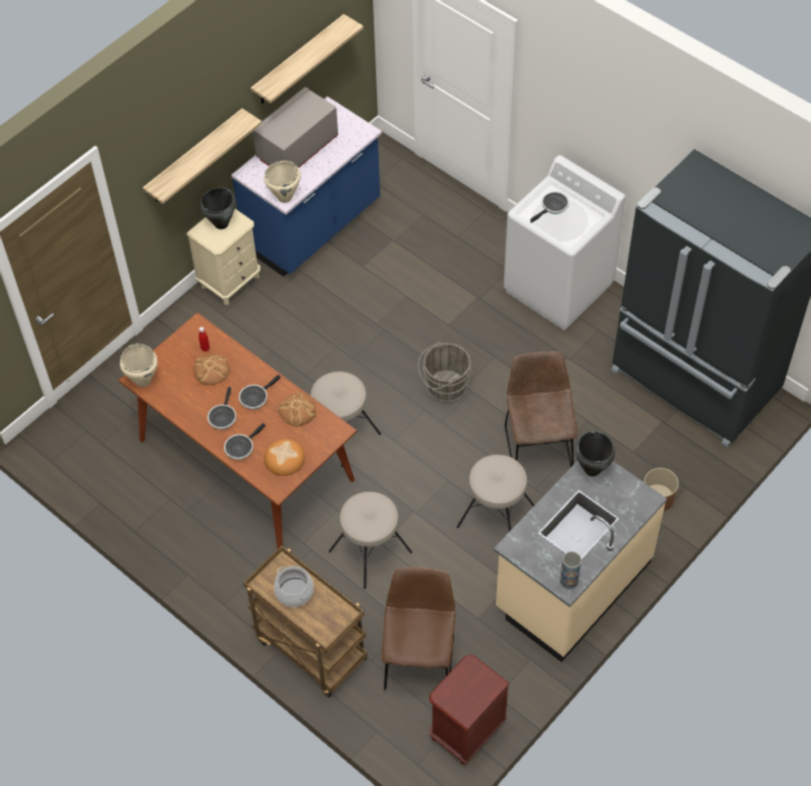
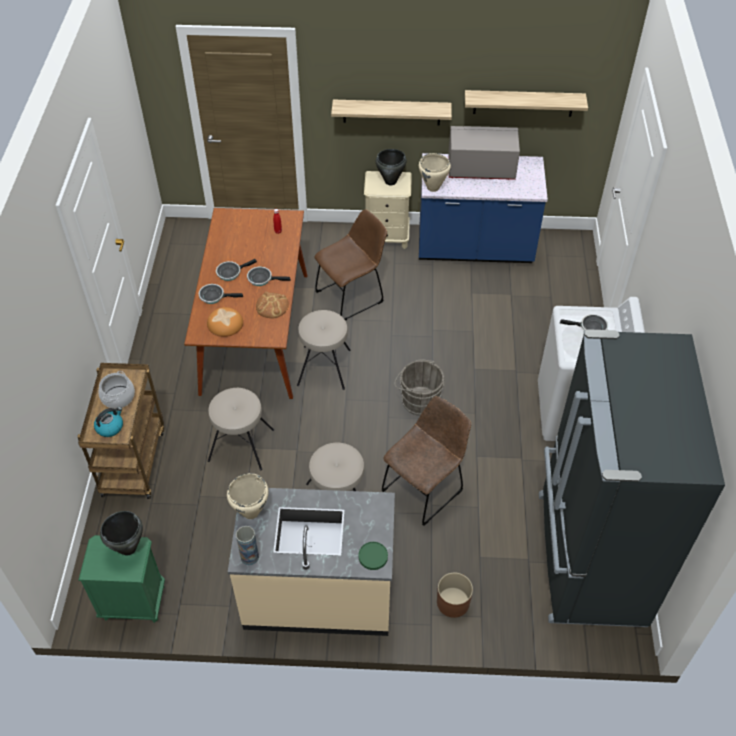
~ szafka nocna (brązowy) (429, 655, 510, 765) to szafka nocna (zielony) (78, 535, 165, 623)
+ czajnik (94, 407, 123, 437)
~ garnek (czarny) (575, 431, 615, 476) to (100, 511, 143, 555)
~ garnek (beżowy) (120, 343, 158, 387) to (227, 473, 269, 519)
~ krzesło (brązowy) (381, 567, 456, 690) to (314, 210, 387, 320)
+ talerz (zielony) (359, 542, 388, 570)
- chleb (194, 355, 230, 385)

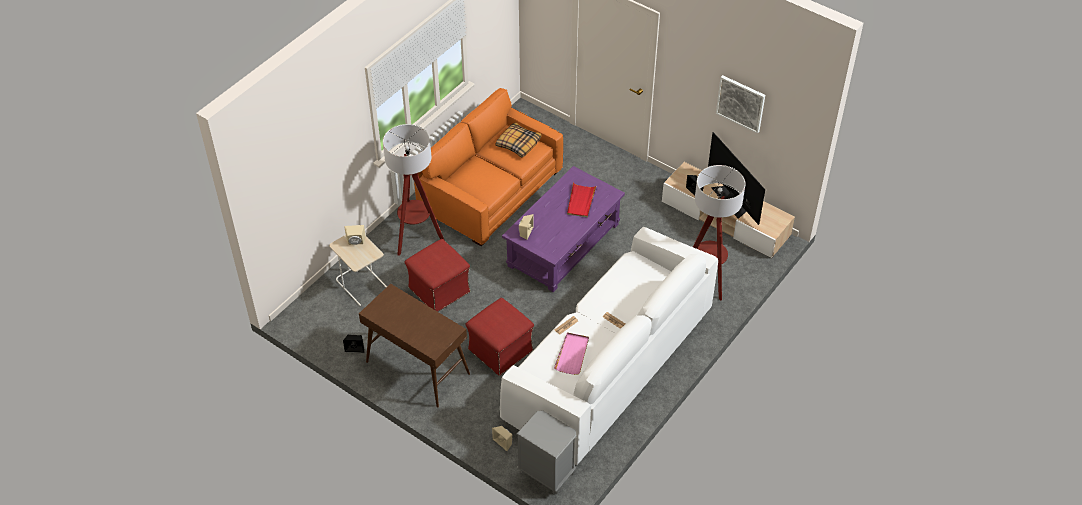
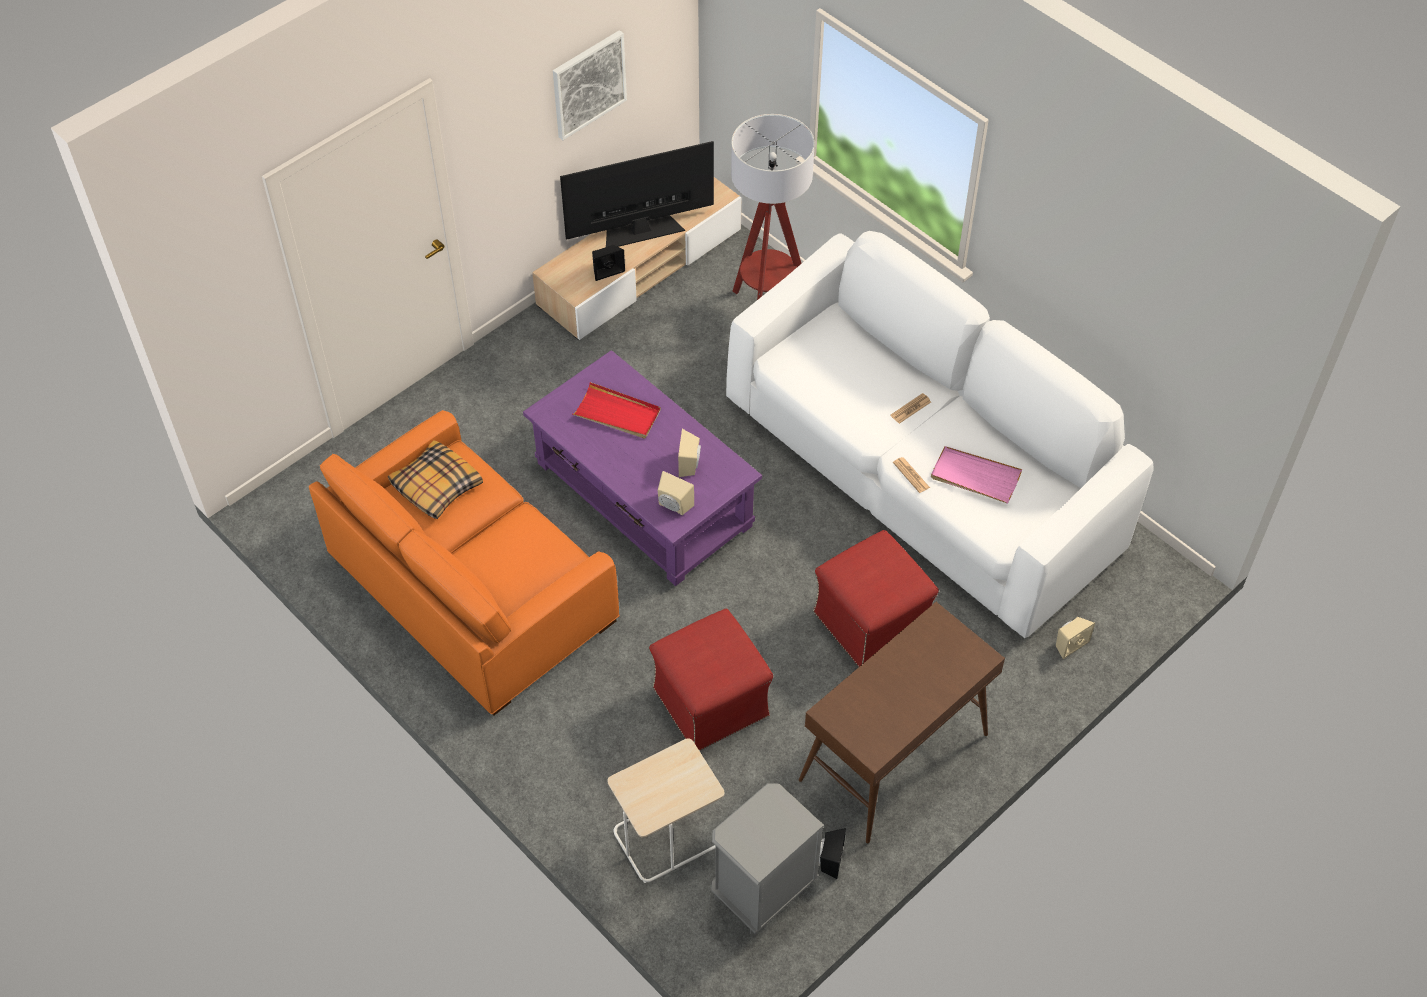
~ głośnik (beżowy) (344, 225, 366, 245) to (678, 429, 701, 477)
~ szafka nocna (szary) (517, 410, 577, 495) to (711, 783, 824, 934)
- lampa stojąca (383, 124, 445, 256)

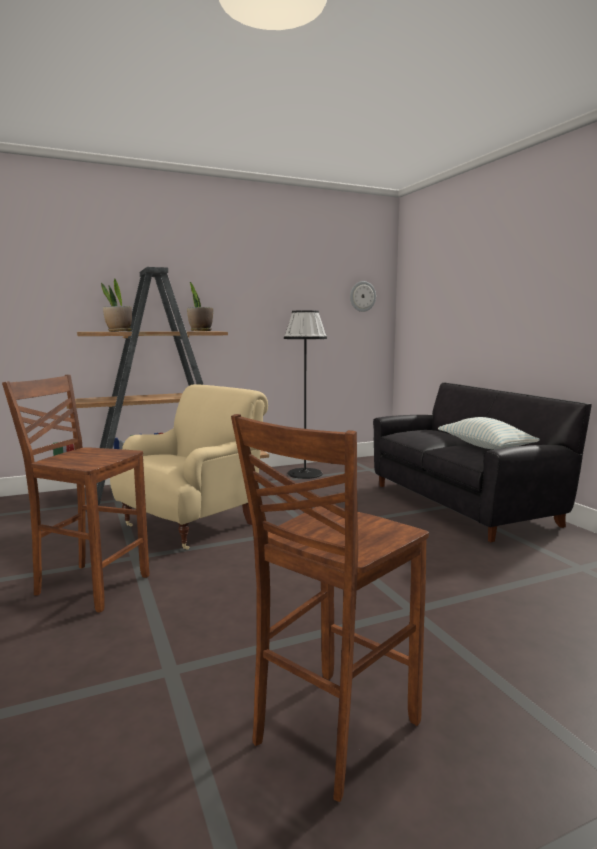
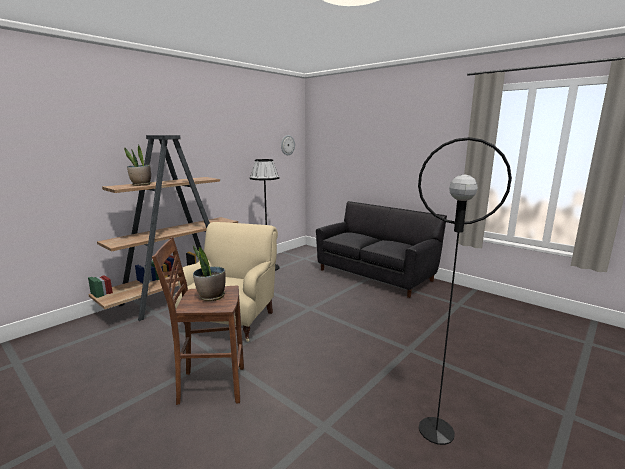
~ roślina doniczkowa (187, 282, 213, 331) to (193, 245, 226, 301)
~ stołek (brązowy) (231, 414, 429, 802) to lampa stojąca (czarny) (418, 137, 512, 445)
- poduszka (438, 417, 540, 450)

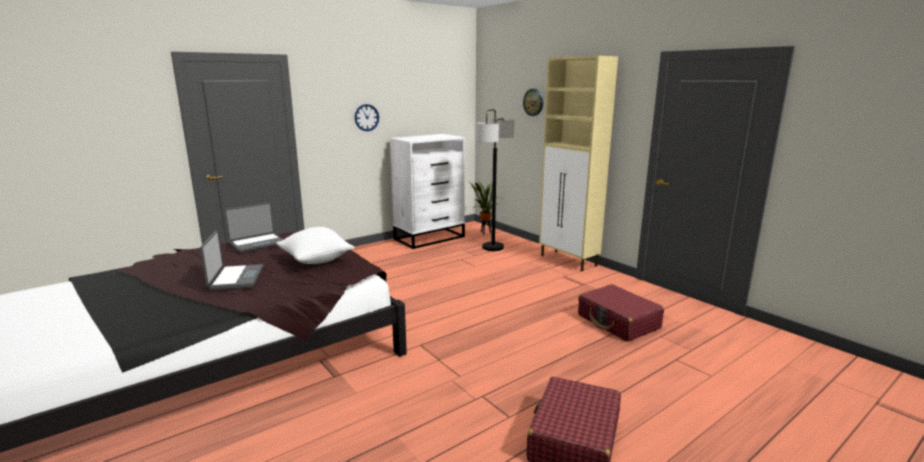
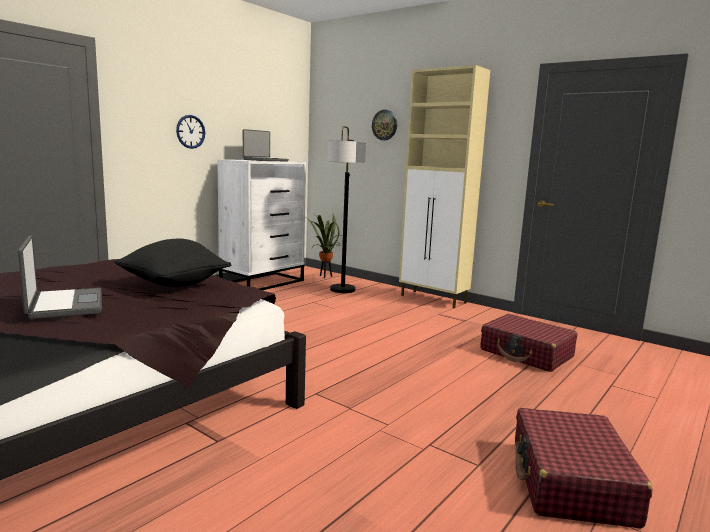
~ poduszka (biały) (276, 227, 354, 264) to poduszka (czarny) (114, 239, 232, 287)
~ laptop (225, 203, 284, 253) to (243, 129, 289, 161)

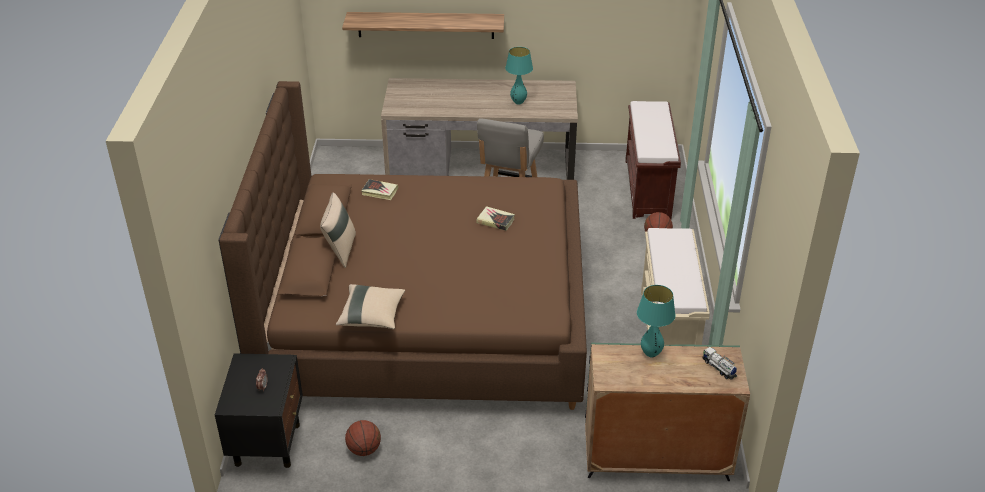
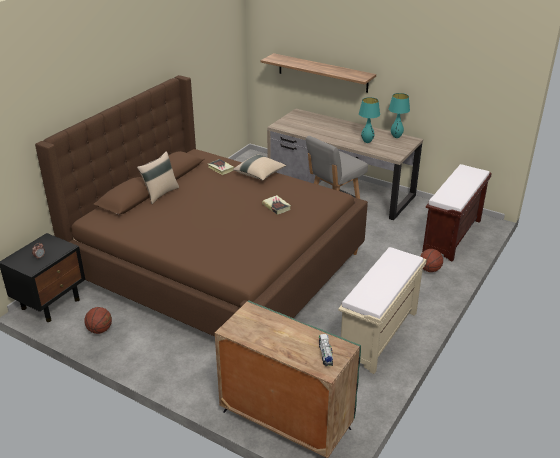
~ poduszka (beżowy) (336, 284, 405, 329) to (233, 155, 286, 181)
~ lampa stołowa (turkusowy) (637, 285, 676, 357) to (389, 93, 410, 138)

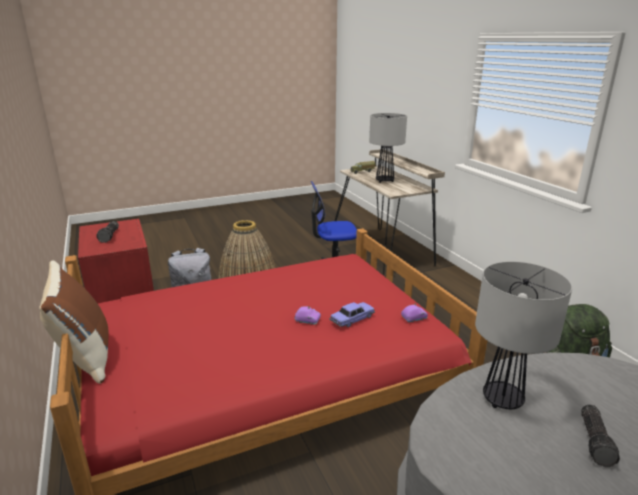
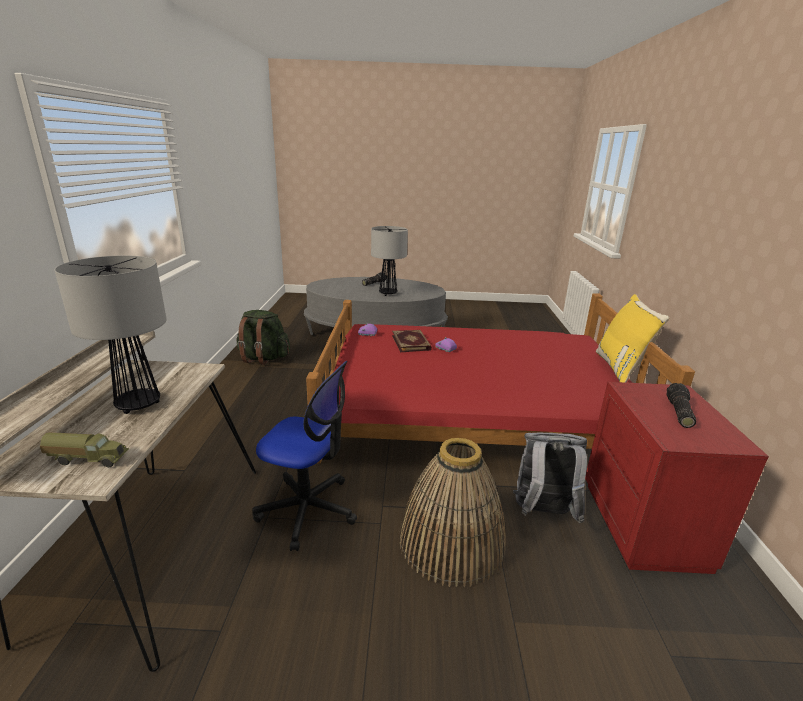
~ samochodzik (329, 302, 375, 327) to książka (392, 330, 432, 352)
~ poduszka (brązowy) (39, 260, 109, 384) to poduszka (żółty) (596, 294, 669, 382)

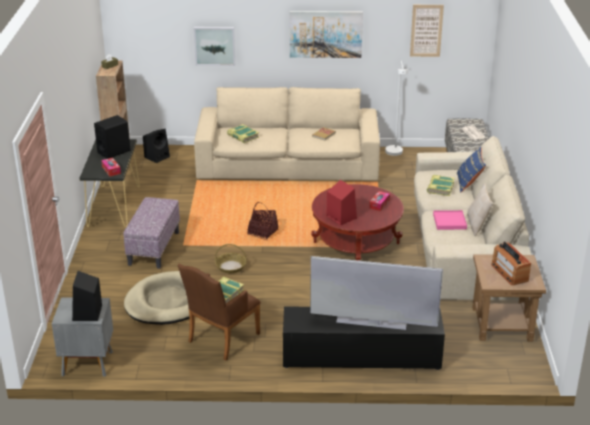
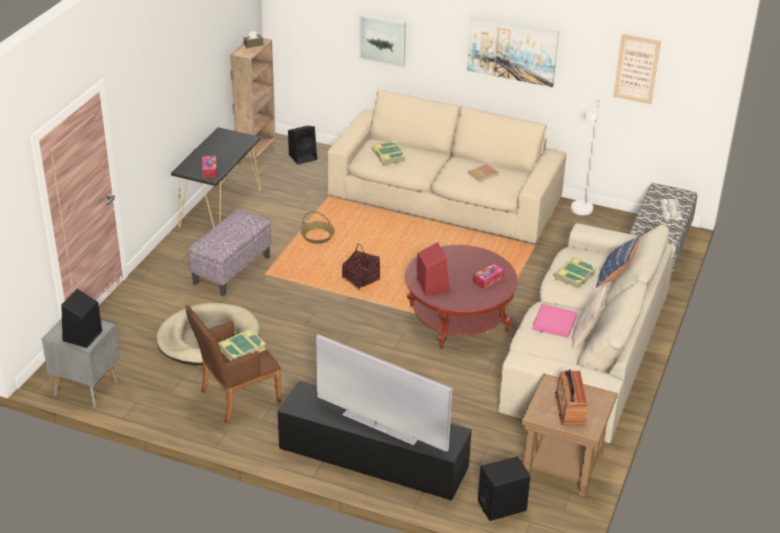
~ koszyk (215, 244, 247, 273) to (301, 211, 335, 244)
~ głośnik (czarny) (94, 115, 130, 159) to (478, 456, 530, 521)

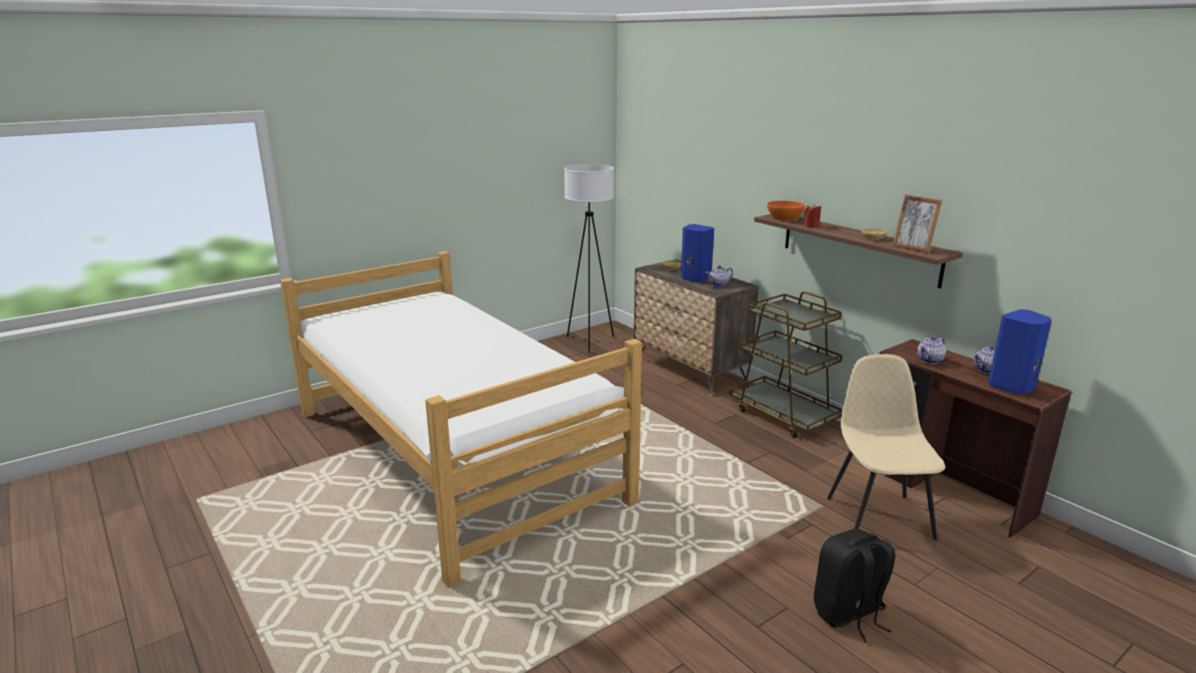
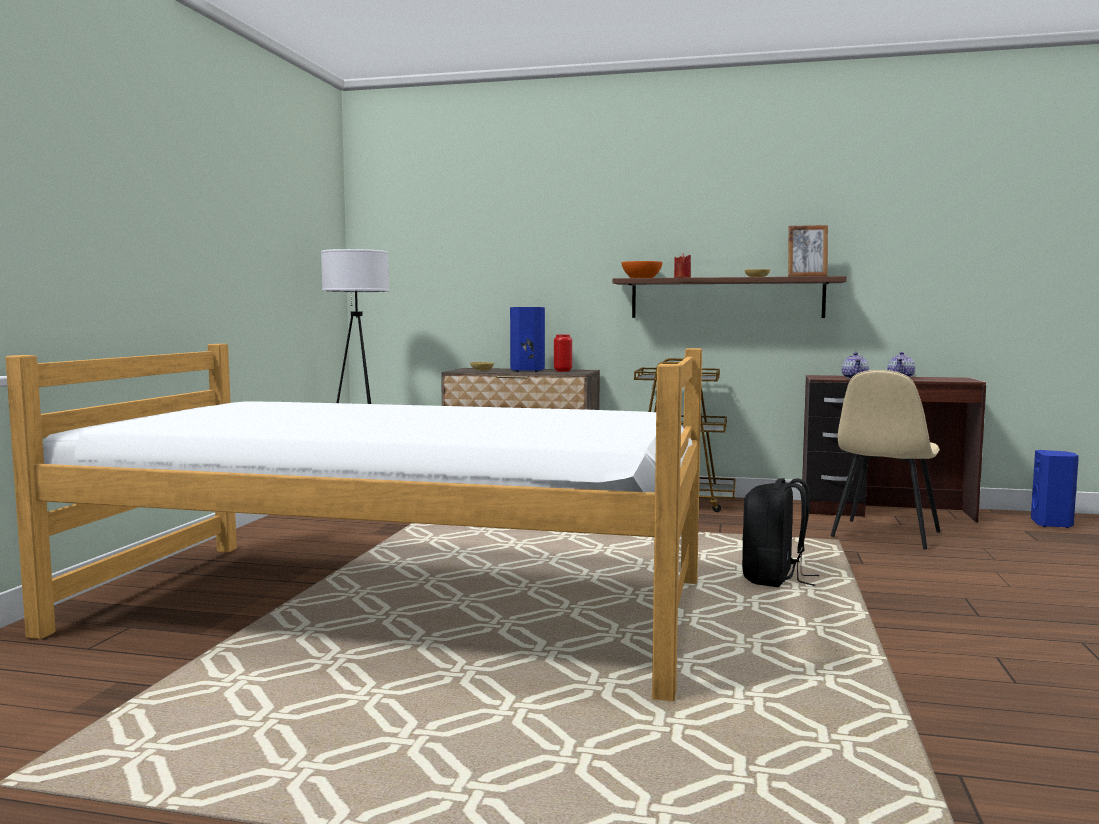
~ imbryk (705, 265, 733, 287) to wazon (czerwony) (554, 334, 572, 372)
~ plecak (czarny) (814, 529, 895, 643) to (742, 478, 819, 587)
~ krzesło (beżowy) (827, 354, 945, 540) = (830, 370, 940, 549) 105 degrees counterclockwise
~ głośnik (niebieski) (988, 309, 1052, 395) to (1031, 450, 1079, 528)

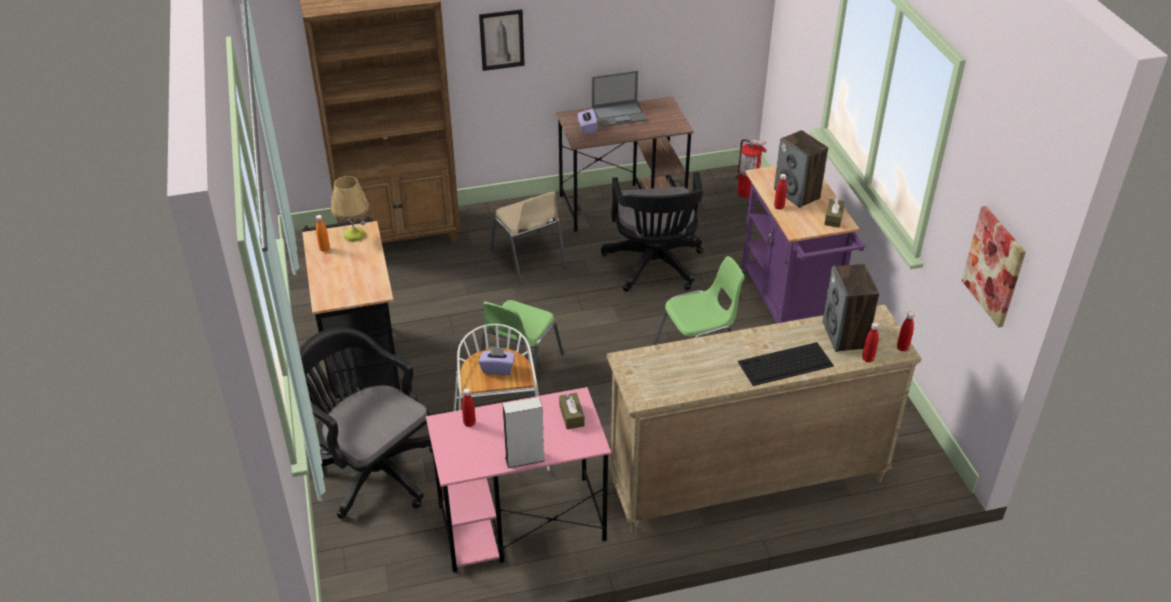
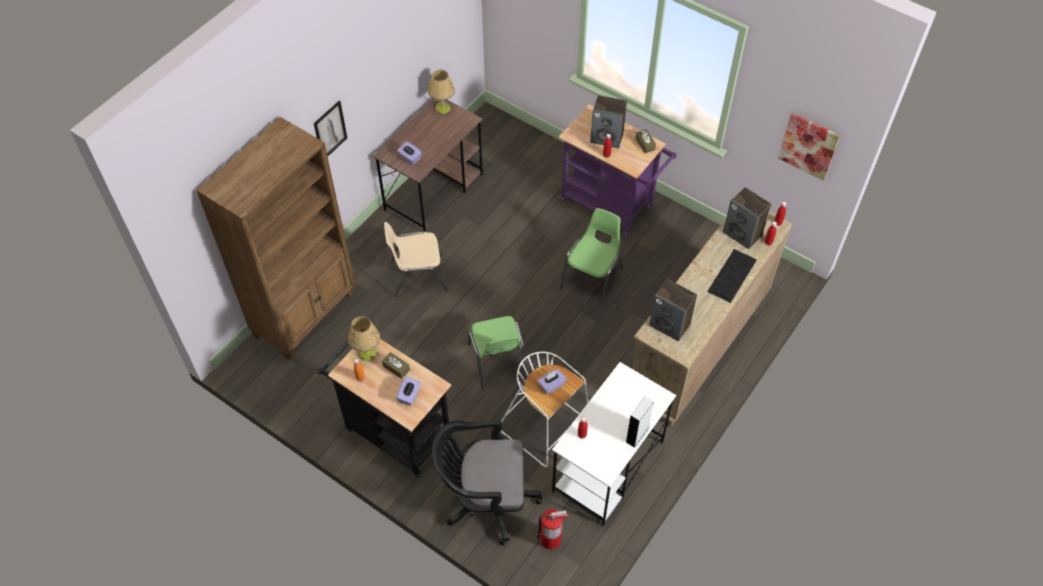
~ pudełko chusteczek (brązowy) (559, 393, 584, 429) to (382, 352, 410, 379)
~ krzesło (beżowy) (490, 192, 567, 284) = (384, 222, 448, 297) 150 degrees clockwise
+ pudełko chusteczek (fioletowy) (396, 376, 421, 406)
+ lampa stołowa (428, 70, 455, 114)
~ gaśnica (736, 139, 766, 198) to (536, 509, 568, 549)
~ biurko (różowy) (426, 387, 611, 572) to biurko (biały) (552, 362, 676, 526)
+ głośnik (649, 279, 697, 341)
- laptop (592, 70, 647, 127)
- krzesło biurowe (czarny) (601, 172, 704, 292)

